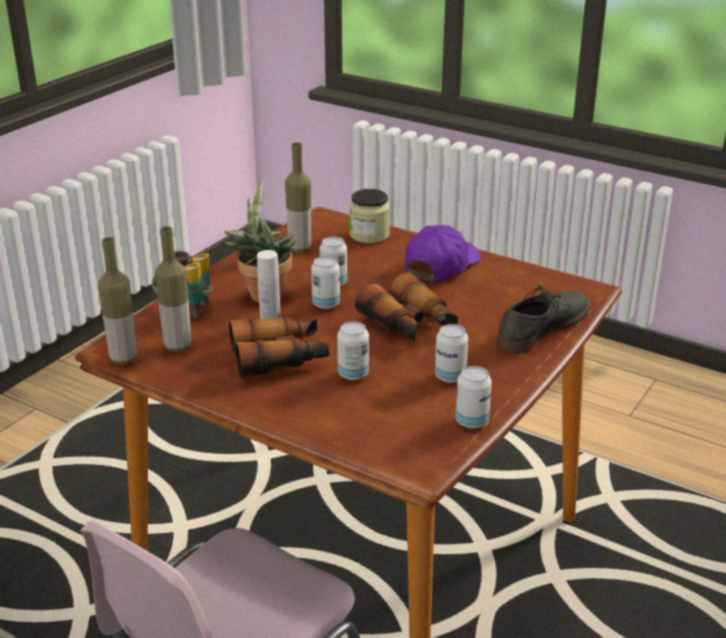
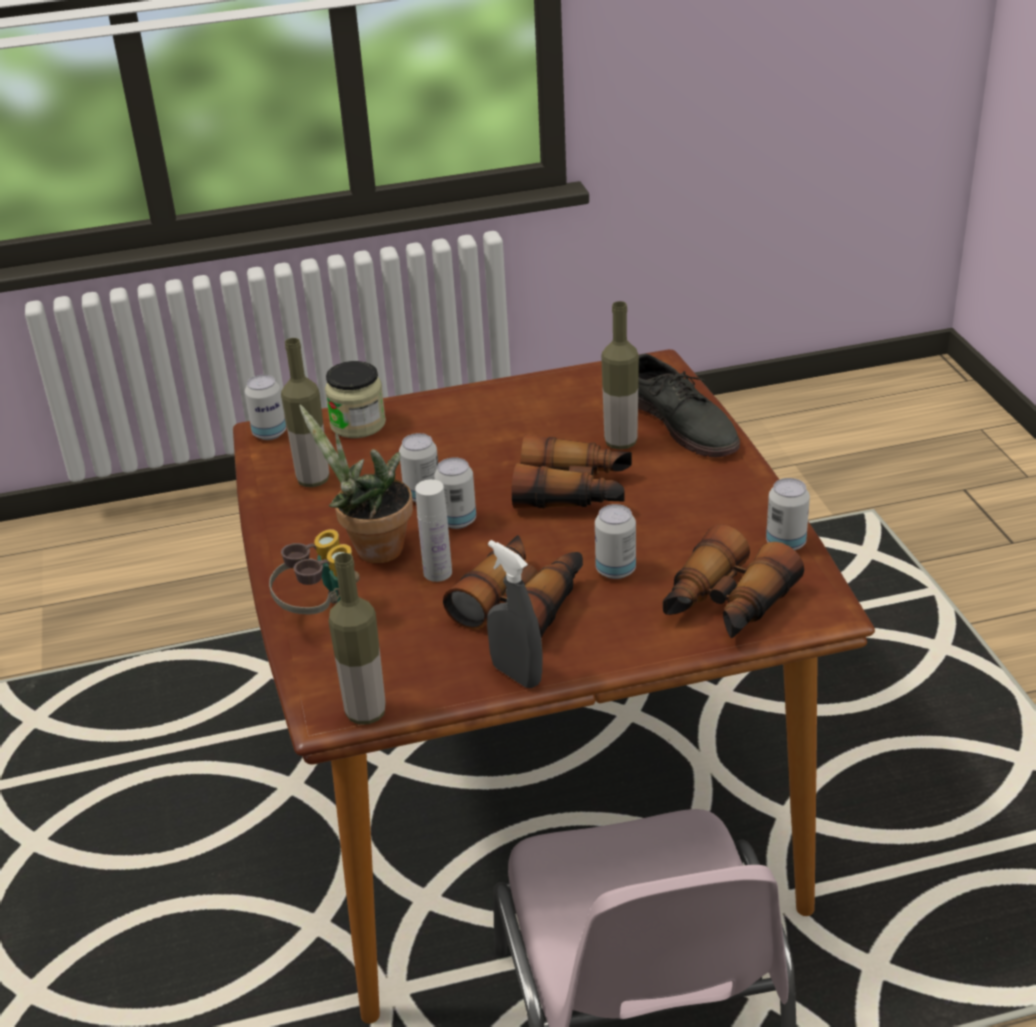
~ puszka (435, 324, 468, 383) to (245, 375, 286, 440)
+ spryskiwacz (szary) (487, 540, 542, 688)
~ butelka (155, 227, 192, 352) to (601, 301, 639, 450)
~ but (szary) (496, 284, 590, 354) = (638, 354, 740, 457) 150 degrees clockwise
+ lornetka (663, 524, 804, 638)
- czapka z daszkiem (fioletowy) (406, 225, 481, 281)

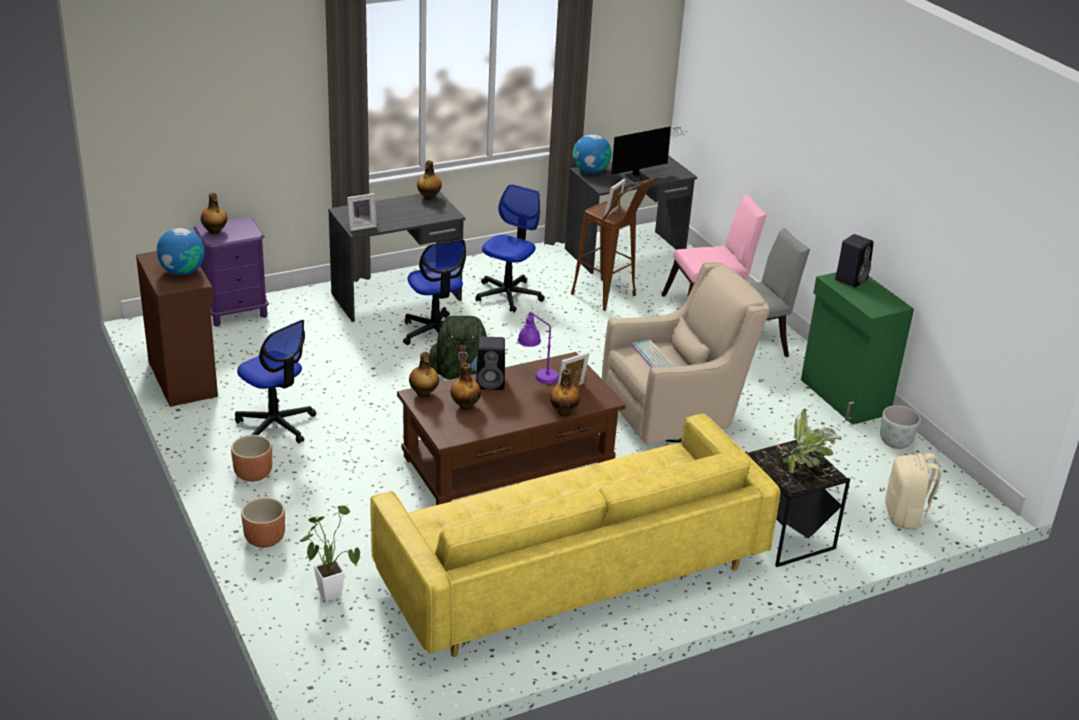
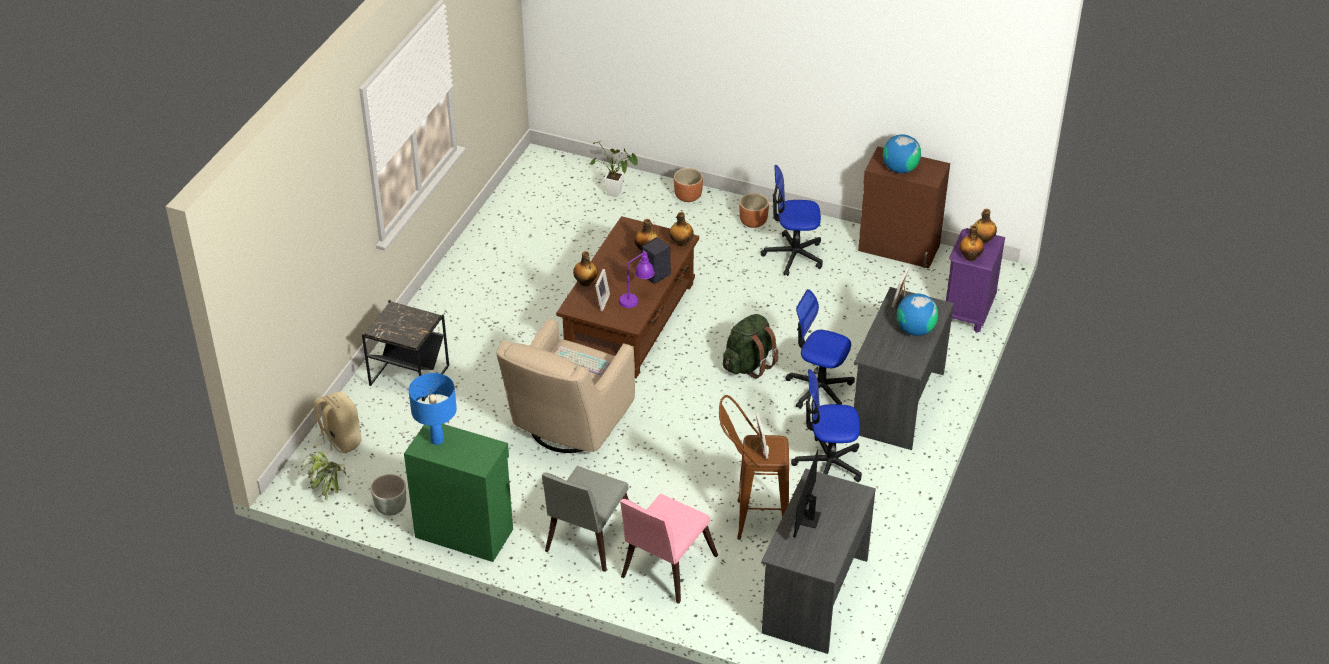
~ roślina doniczkowa (781, 409, 841, 473) to (301, 452, 346, 500)
+ lampa stołowa (niebieski) (409, 373, 457, 445)
~ krzesło biurowe (475, 184, 545, 313) = (791, 369, 862, 482) 105 degrees clockwise
~ globus (573, 134, 612, 173) to (897, 294, 938, 336)
~ butelka (417, 160, 442, 200) to (960, 225, 984, 261)
- kanapa (żółty) (370, 414, 780, 657)
- głośnik (czarny) (835, 234, 873, 287)

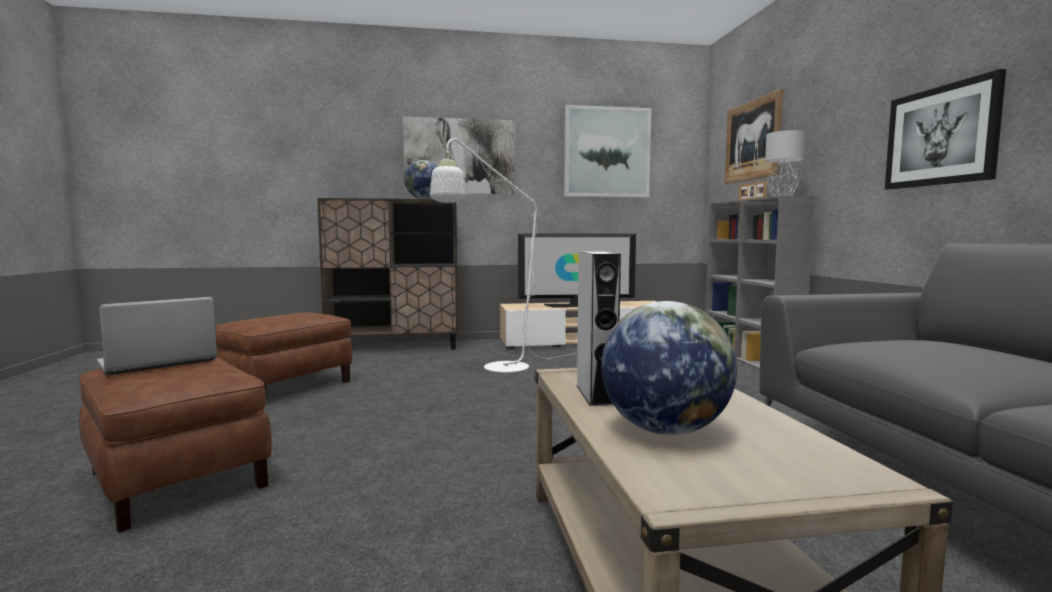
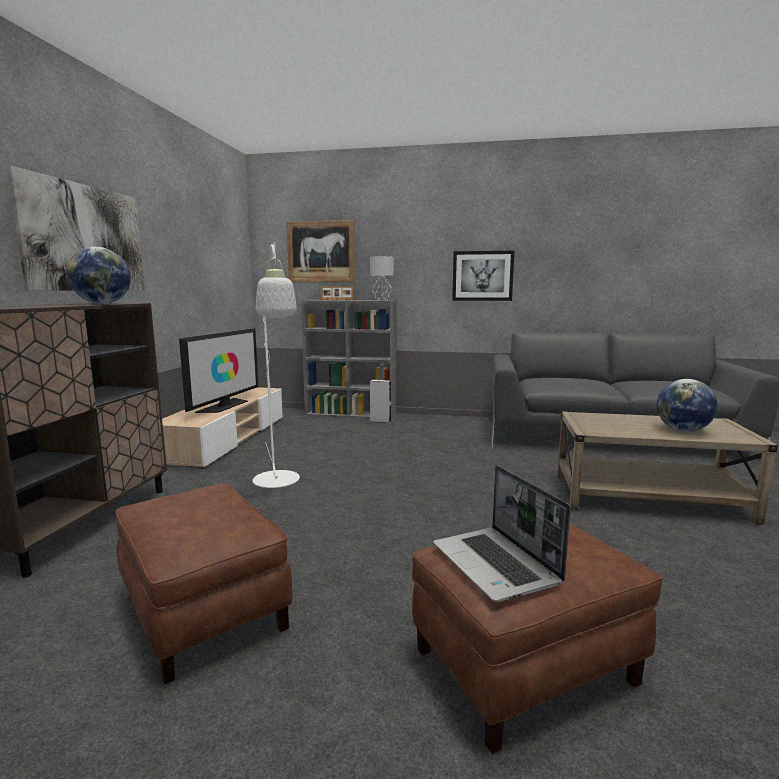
~ głośnik (szary) (577, 252, 621, 406) to (370, 380, 391, 423)
- obraz (564, 105, 651, 198)

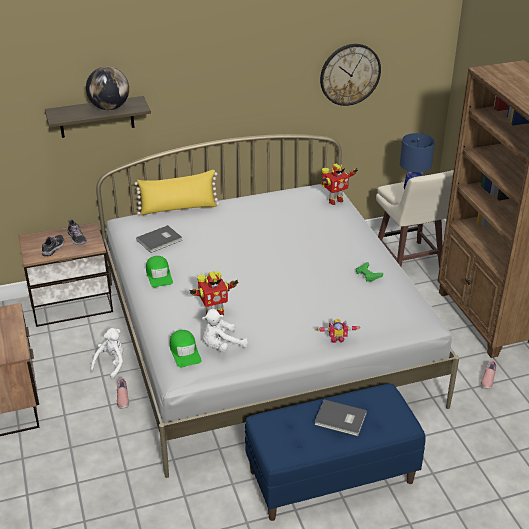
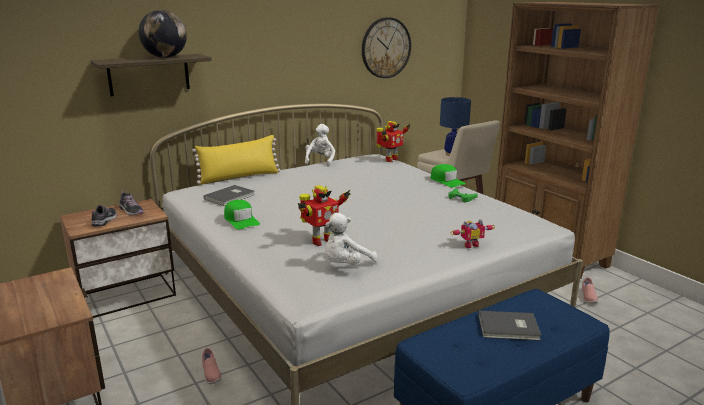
~ pluszak (biały) (90, 328, 124, 379) to (305, 124, 335, 167)
~ czapka z daszkiem (zielony) (170, 330, 201, 367) to (430, 164, 466, 188)

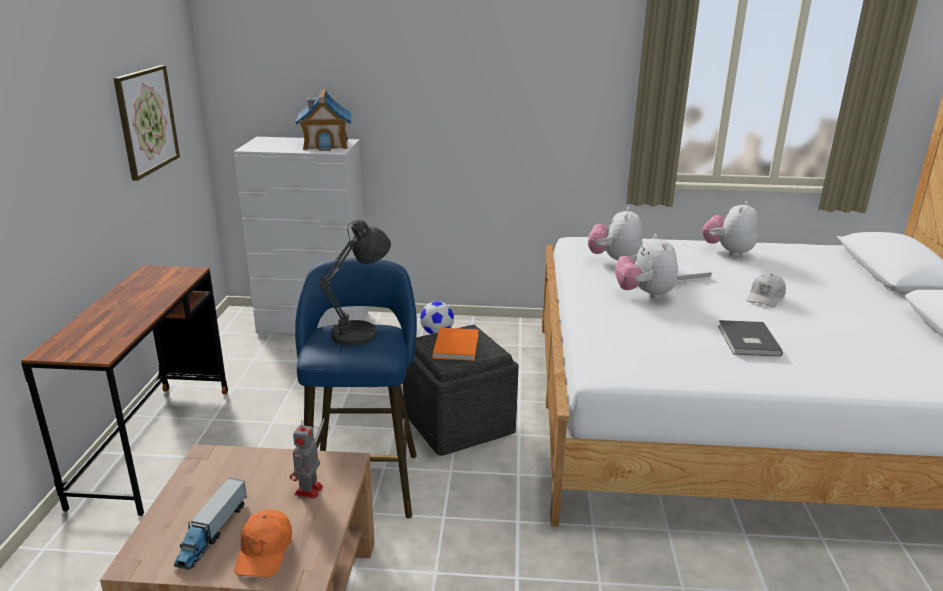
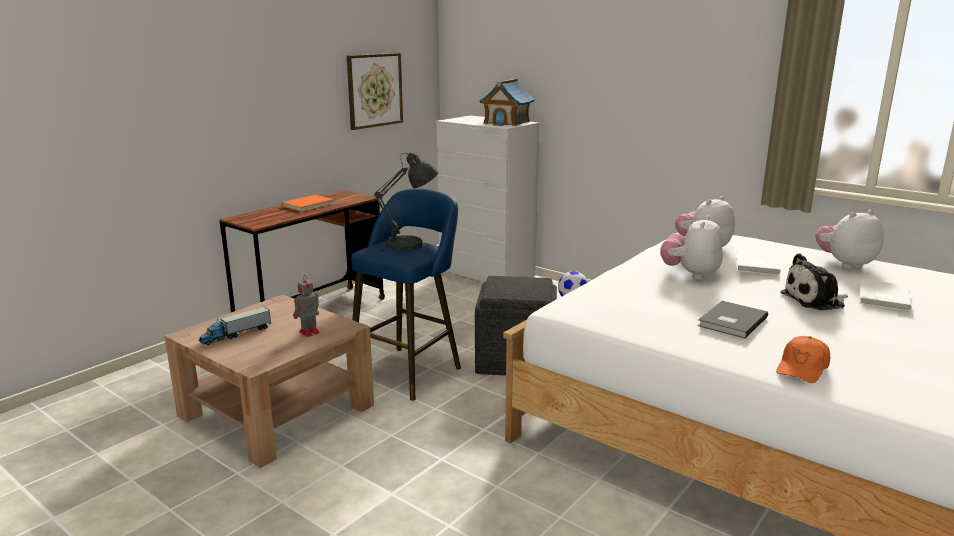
~ książka (pomarańczowy) (432, 328, 479, 361) to (282, 195, 335, 212)
~ czapka z daszkiem (pomarańczowy) (234, 509, 292, 577) to (776, 336, 830, 383)
~ czapka z daszkiem (biały) (747, 274, 786, 308) to pluszak (780, 253, 848, 310)
+ książka (biały) (859, 279, 912, 311)

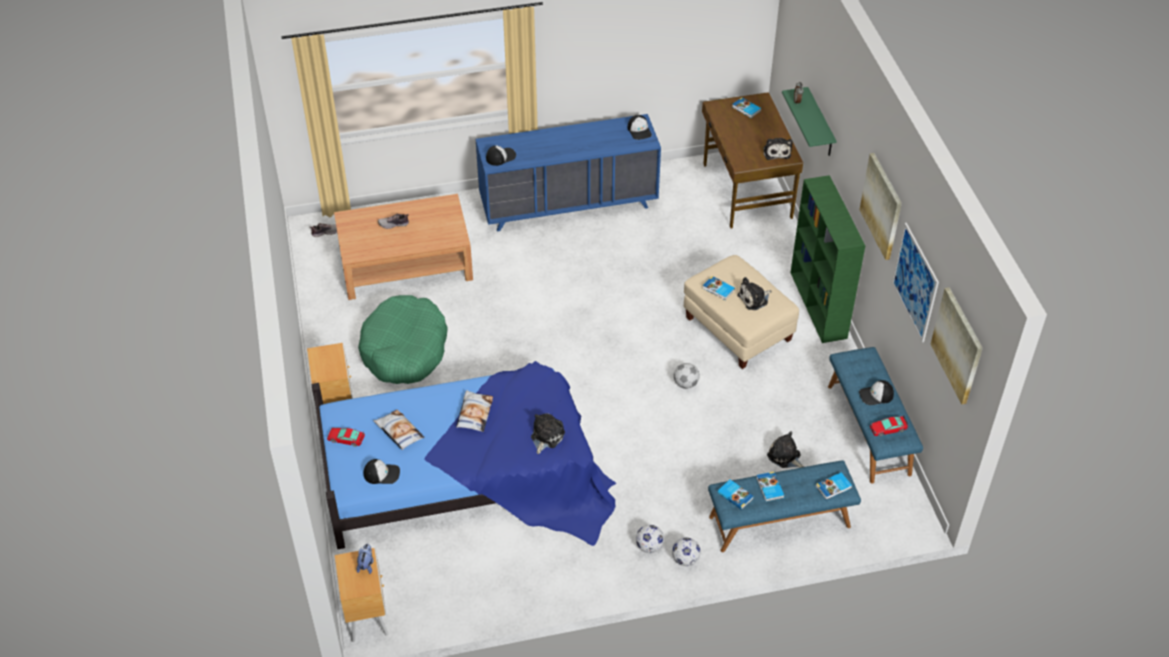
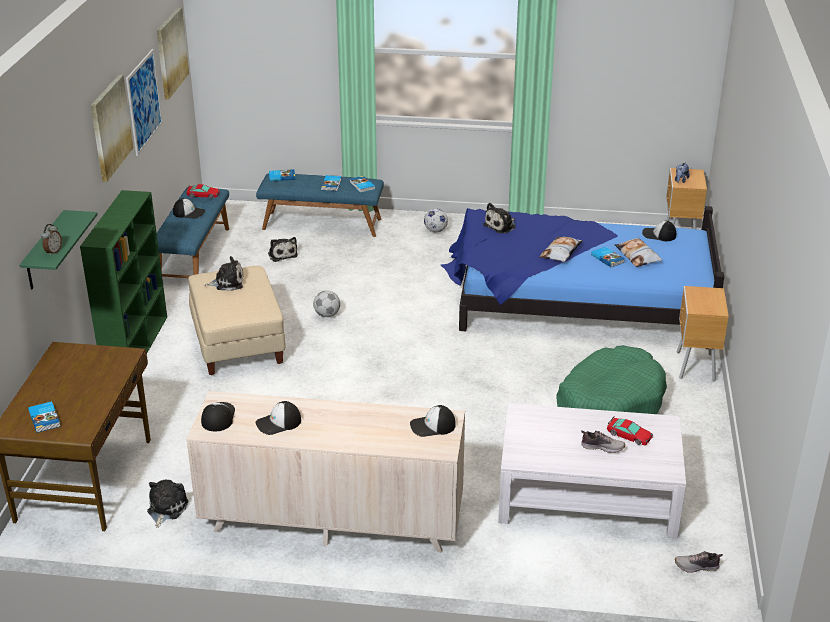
~ pluszak (763, 138, 793, 160) to (147, 480, 188, 528)
~ komoda (niebieski) (476, 114, 661, 232) to komoda (beżowy) (186, 391, 465, 552)
+ czapka z daszkiem (256, 401, 301, 435)
~ ława (brązowy) (334, 194, 473, 300) to ława (biały) (498, 403, 686, 539)
~ książka (703, 276, 735, 300) to (591, 247, 625, 267)
~ samochodzik (327, 428, 365, 447) to (607, 416, 653, 446)
- piłka futbolowa (672, 537, 701, 566)

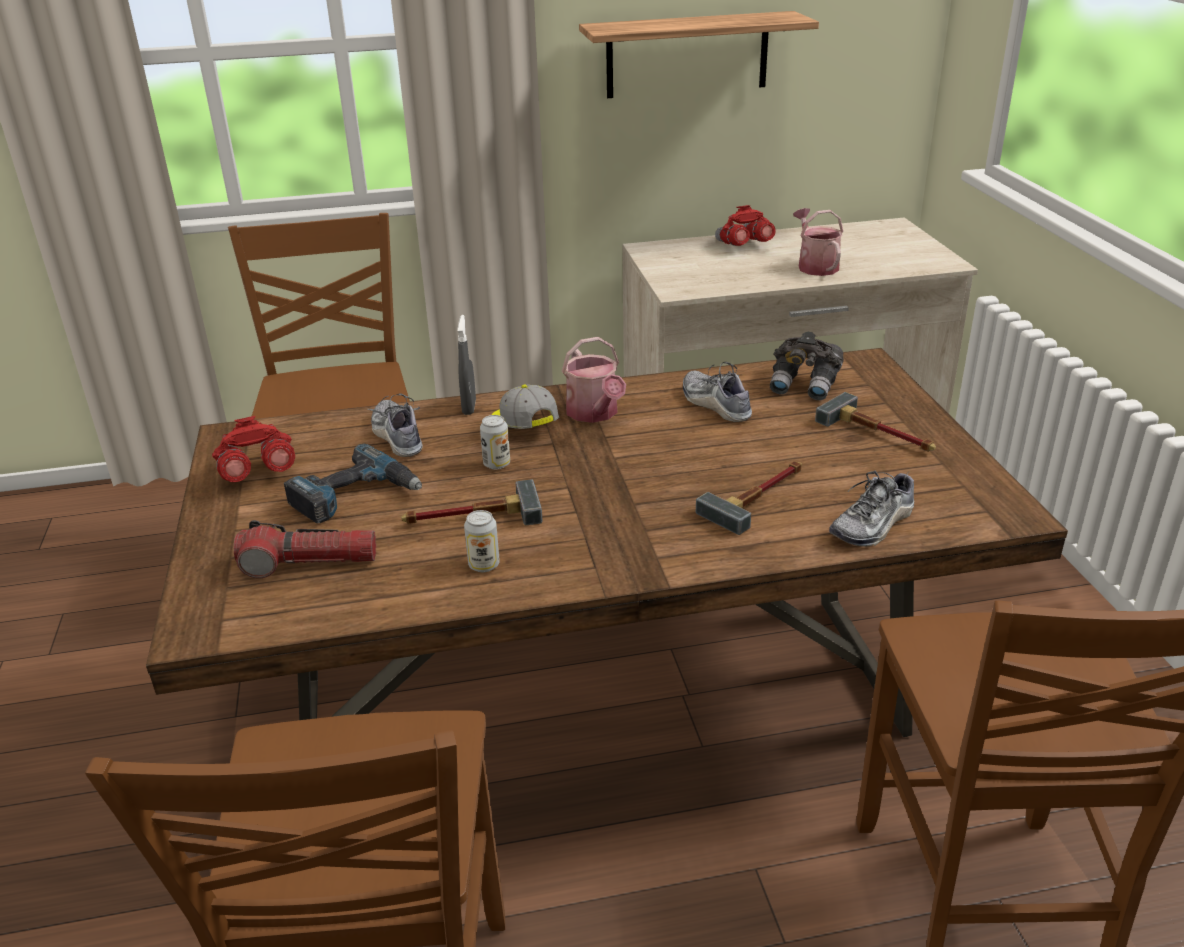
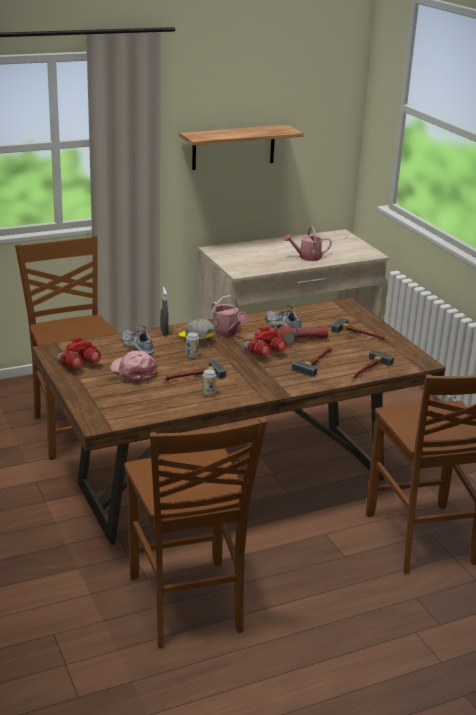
~ wiertarka (284, 444, 422, 524) to czapka z daszkiem (różowy) (110, 351, 158, 382)
~ lornetka (czerwony) (715, 205, 776, 246) to (244, 327, 287, 356)
~ latarka (234, 520, 376, 578) to (275, 324, 328, 345)
~ konewka (793, 208, 843, 276) = (283, 226, 332, 261) 75 degrees counterclockwise
~ but (829, 470, 914, 547) to młotek (351, 350, 394, 379)
- lornetka (szary) (770, 332, 844, 401)

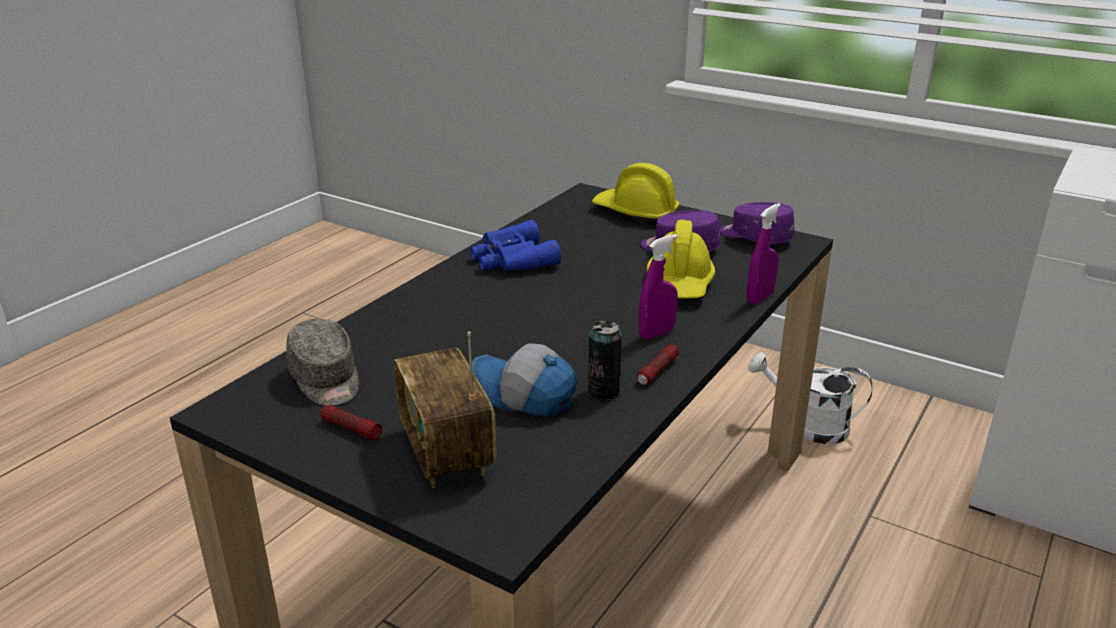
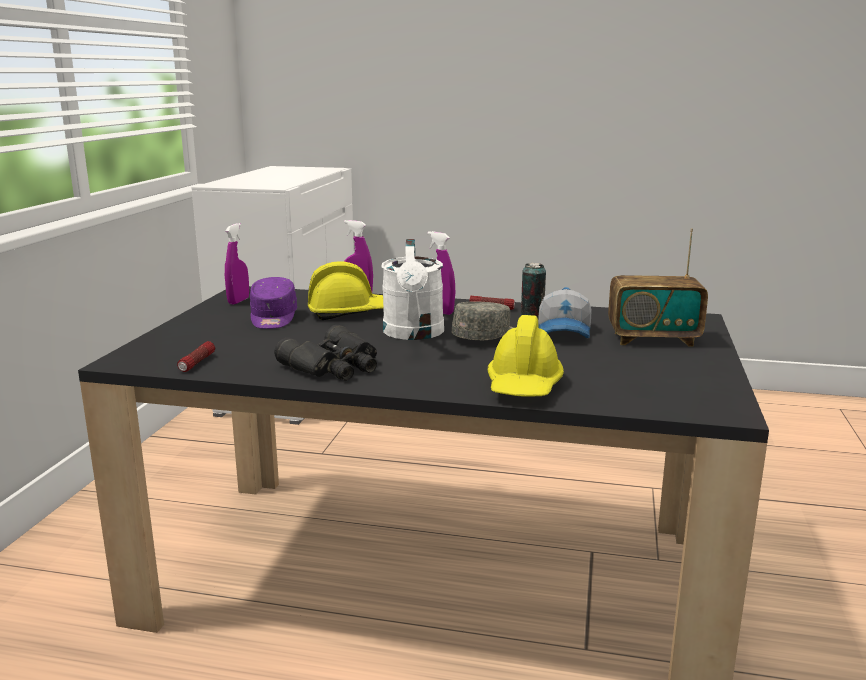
~ latarka (321, 405, 382, 440) to (177, 341, 215, 372)
~ czapka z daszkiem (fioletowy) (720, 202, 795, 244) to spryskiwacz (fioletowy) (225, 223, 249, 304)
~ lornetka (niebieski) (470, 220, 561, 271) to lornetka (czarny) (274, 325, 377, 381)
~ konewka (biały) (748, 352, 872, 444) to (382, 239, 444, 340)
~ czapka z daszkiem (szary) (286, 319, 359, 406) to (452, 302, 513, 340)
~ kask (żółty) (592, 163, 679, 225) to (488, 315, 564, 397)
~ radio (394, 331, 497, 488) = (608, 228, 708, 347) 45 degrees clockwise

